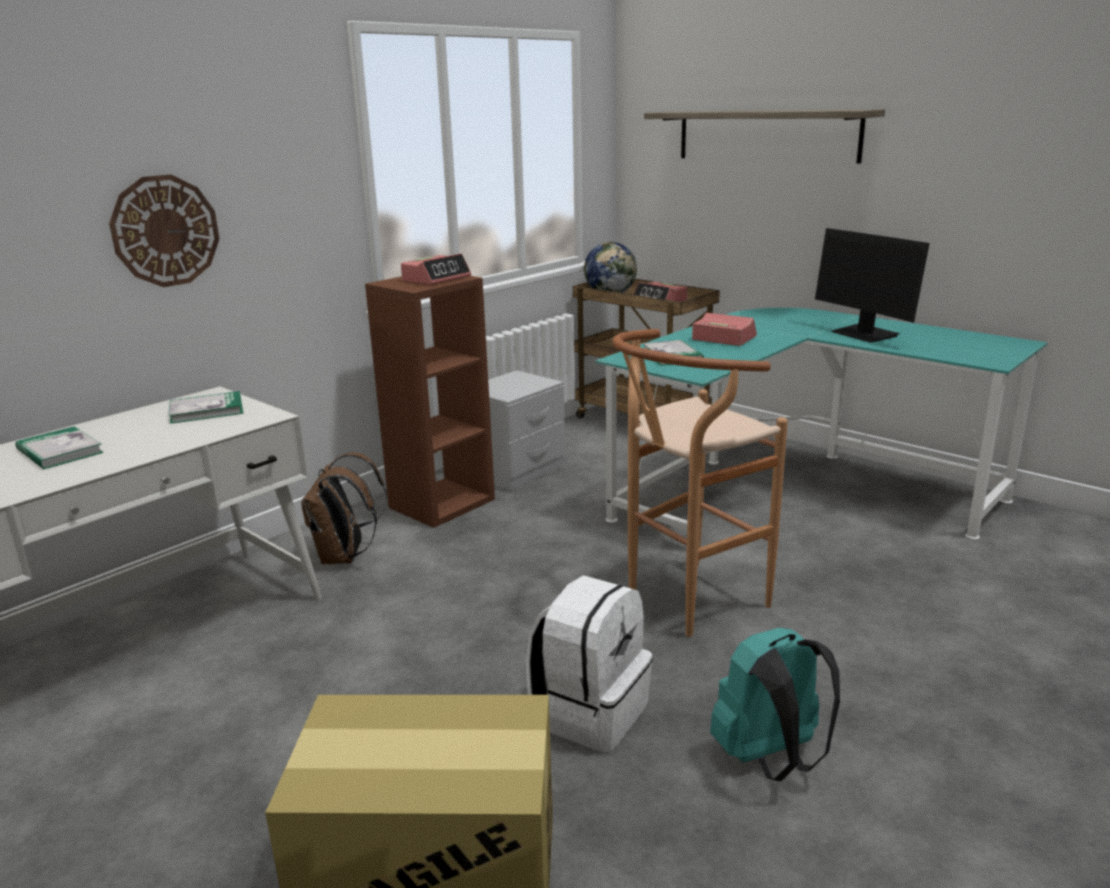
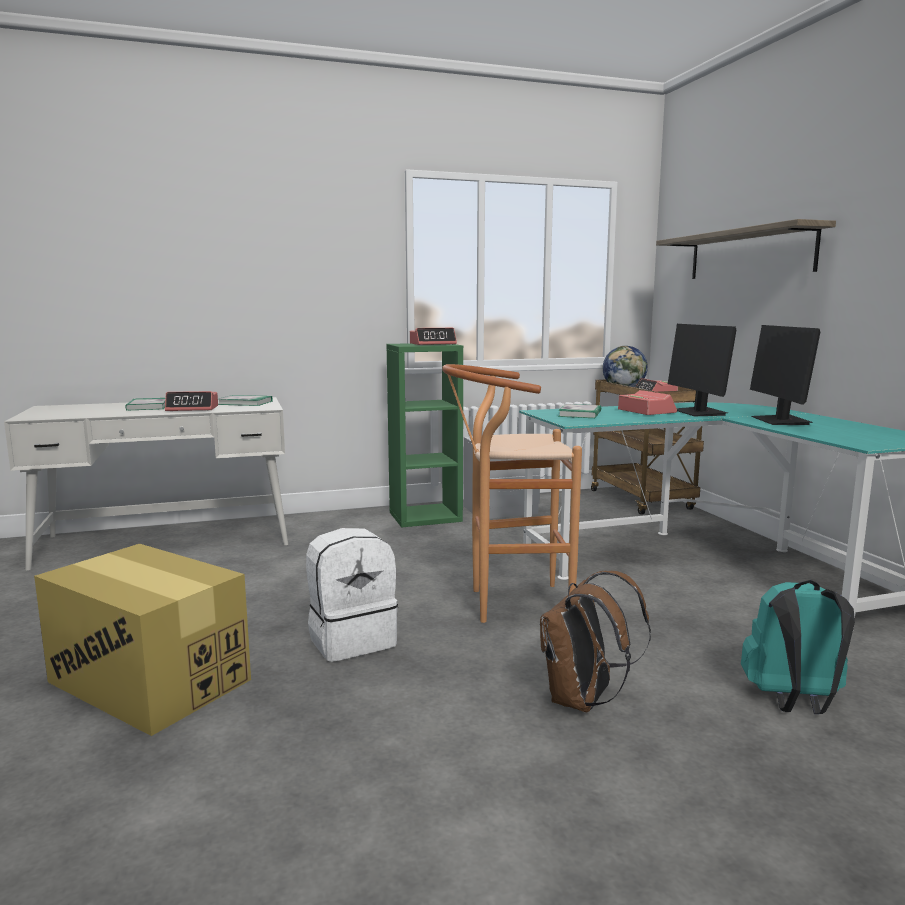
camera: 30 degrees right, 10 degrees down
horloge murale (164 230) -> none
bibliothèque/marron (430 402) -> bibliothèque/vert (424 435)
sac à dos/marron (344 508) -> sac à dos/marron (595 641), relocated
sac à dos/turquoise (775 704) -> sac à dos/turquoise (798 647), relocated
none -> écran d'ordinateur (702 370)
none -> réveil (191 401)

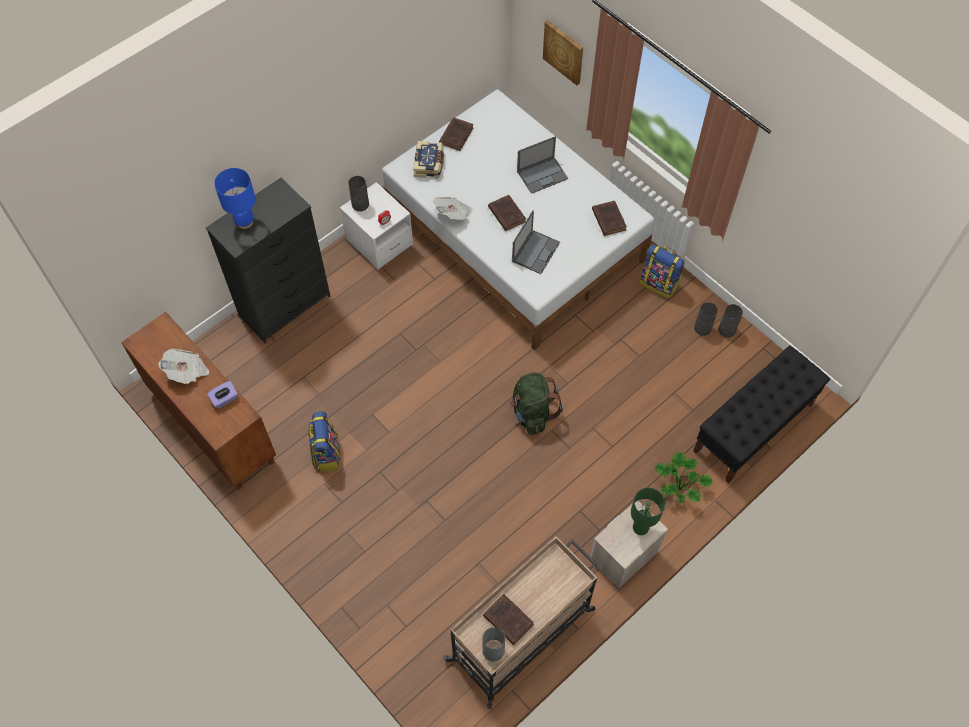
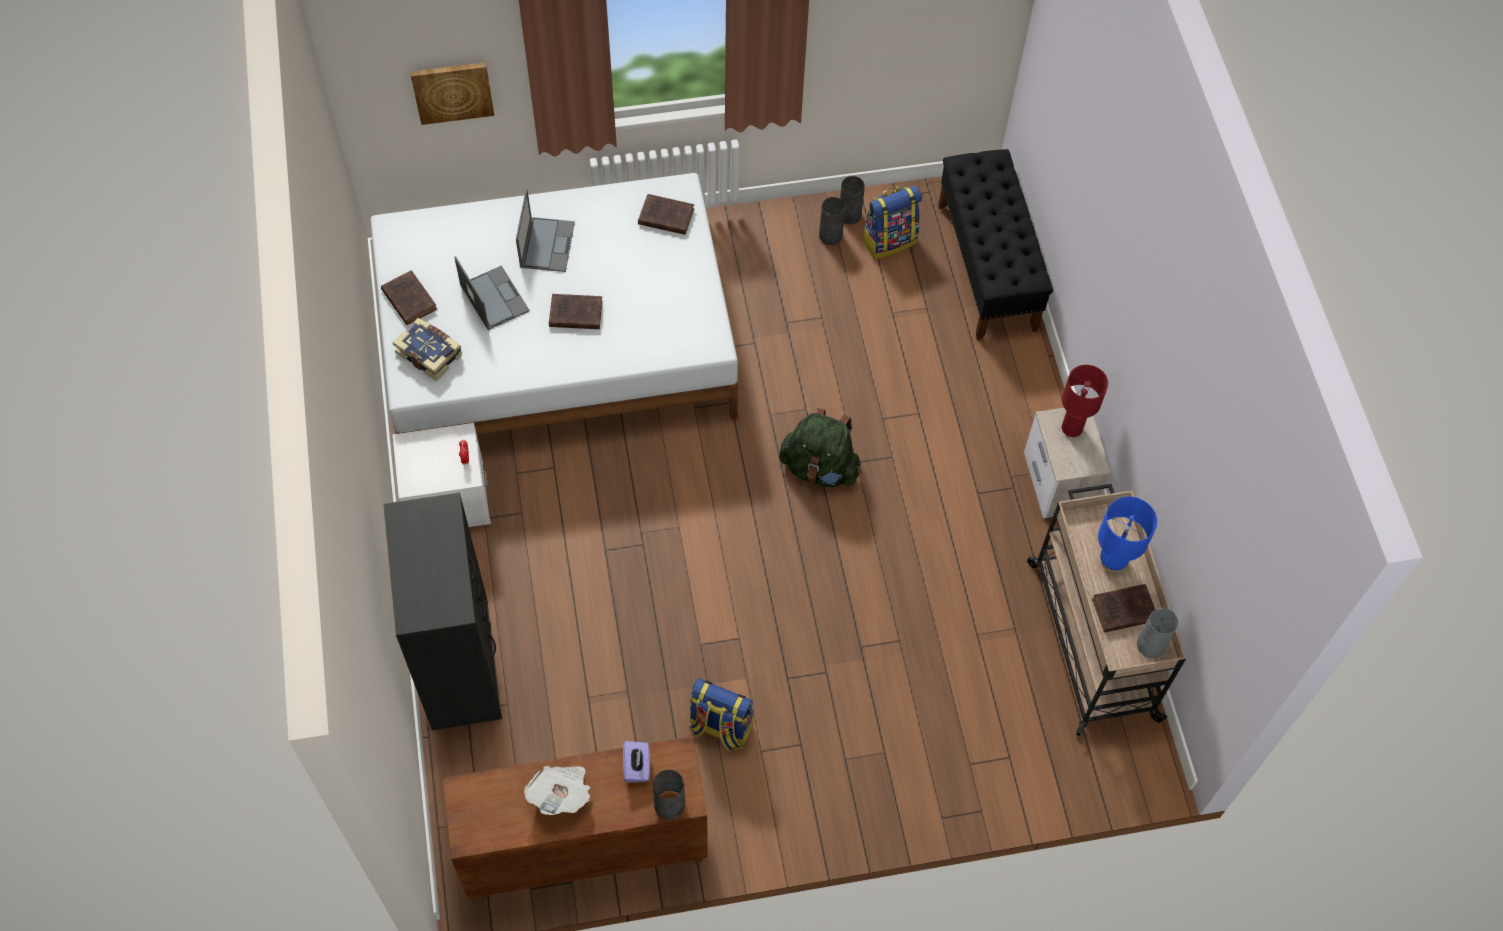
camera: 60 degrees left, 0 degrees up
lampe de table/bleu (235 198) -> lampe de table/bleu (1127 534), relocated
vase/gris (358 194) -> vase/gris (669 794), relocated
journal (453 208) -> none
ordinateur portable (536 242) -> ordinateur portable (492 293), relocated
sac à dos (662 271) -> sac à dos (892 222), relocated
plante en pot (683 477) -> none
lampe de table/vert (648 511) -> lampe de table/rouge (1085 401)

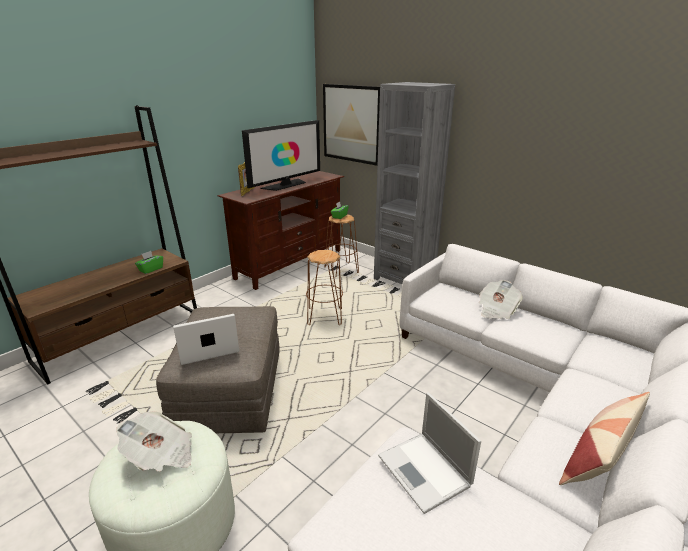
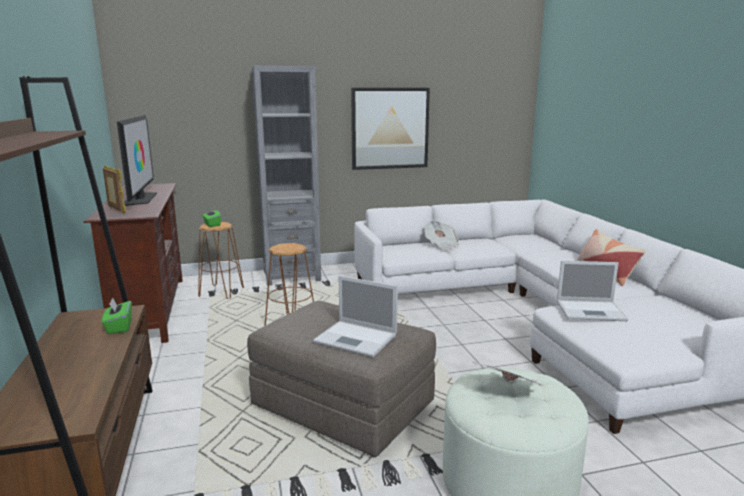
camera: 55 degrees left, 10 degrees down
tableau (351 125) -> tableau (390 129), relocated
ordinateur portable (206 339) -> ordinateur portable (355 316), 75 degrees counterclockwise

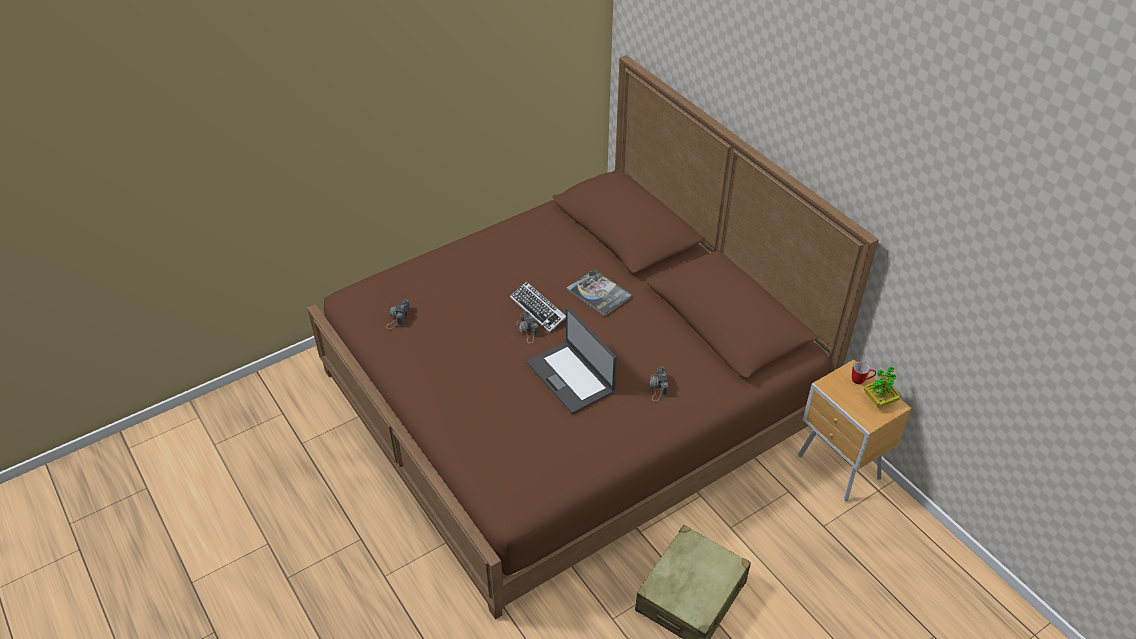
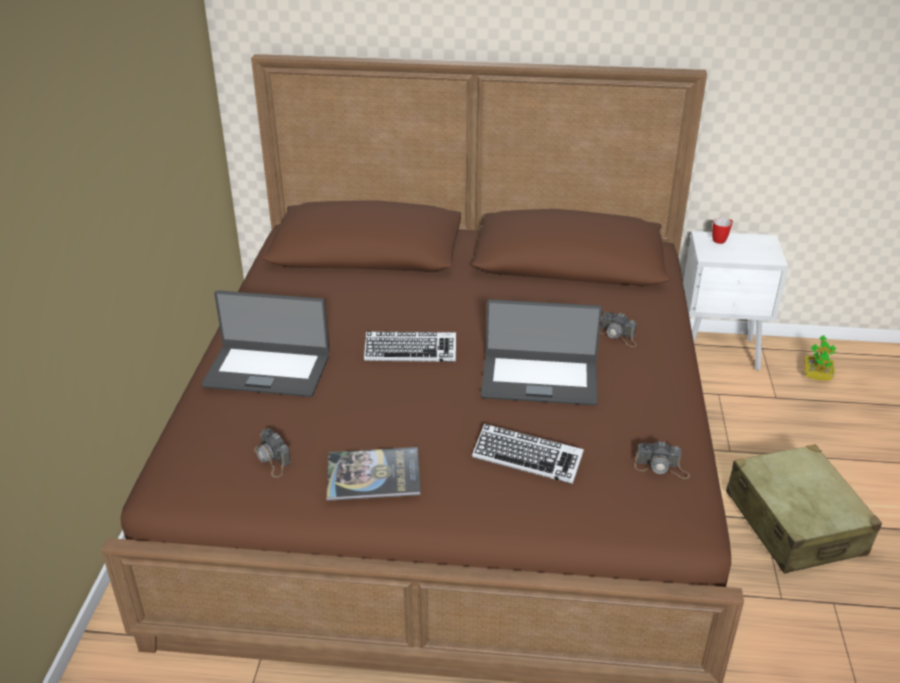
camera: 50 degrees left, 10 degrees down
livre (599 292) -> livre (373 474), relocated
appareil photo (527 327) -> appareil photo (662 460), relocated
table de chevet/marron (855 430) -> table de chevet/blanc (735 301)
plante en pot (882 387) -> plante en pot (820 358), relocated
none -> ordinateur portable (265 343)
none -> clavier (528 454)

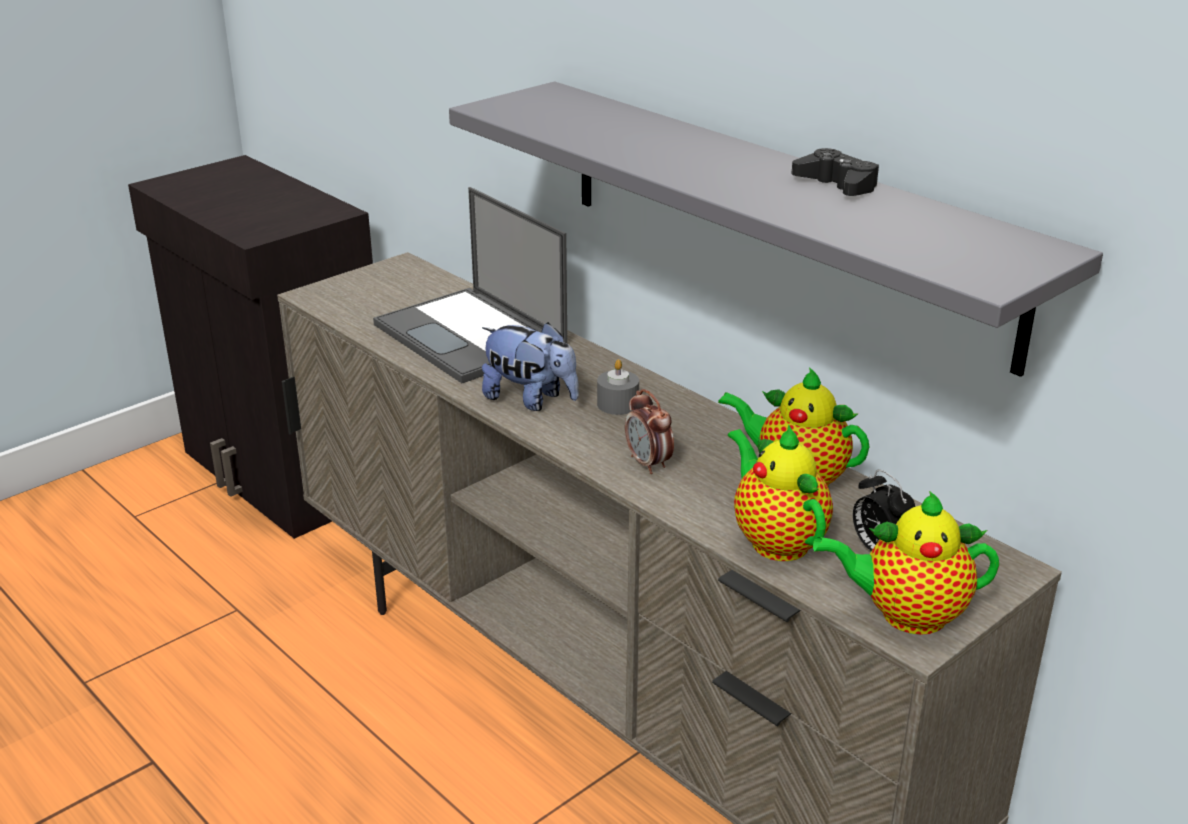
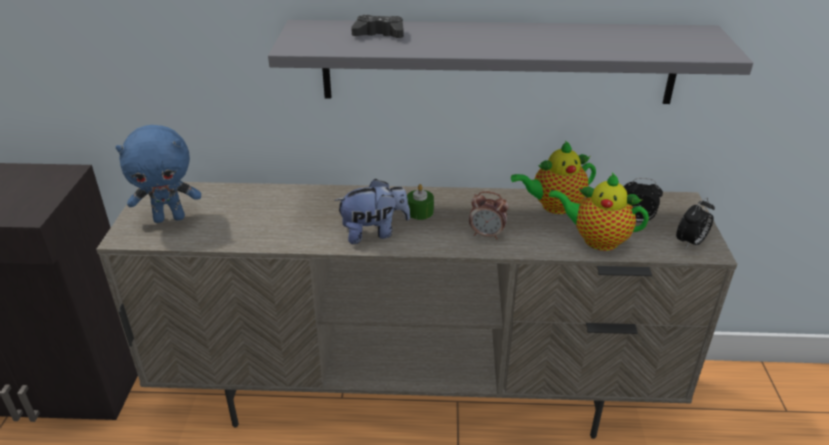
camera: 45 degrees left, 5 degrees up
manette/noir (835 172) -> manette/noir (377 26), relocated
ordinateur portable (470 285) -> none
bougie/gris (618 387) -> bougie/vert (420 202)
théière (906 563) -> réveil (695 222)
none -> peluche/bleu (158 174)

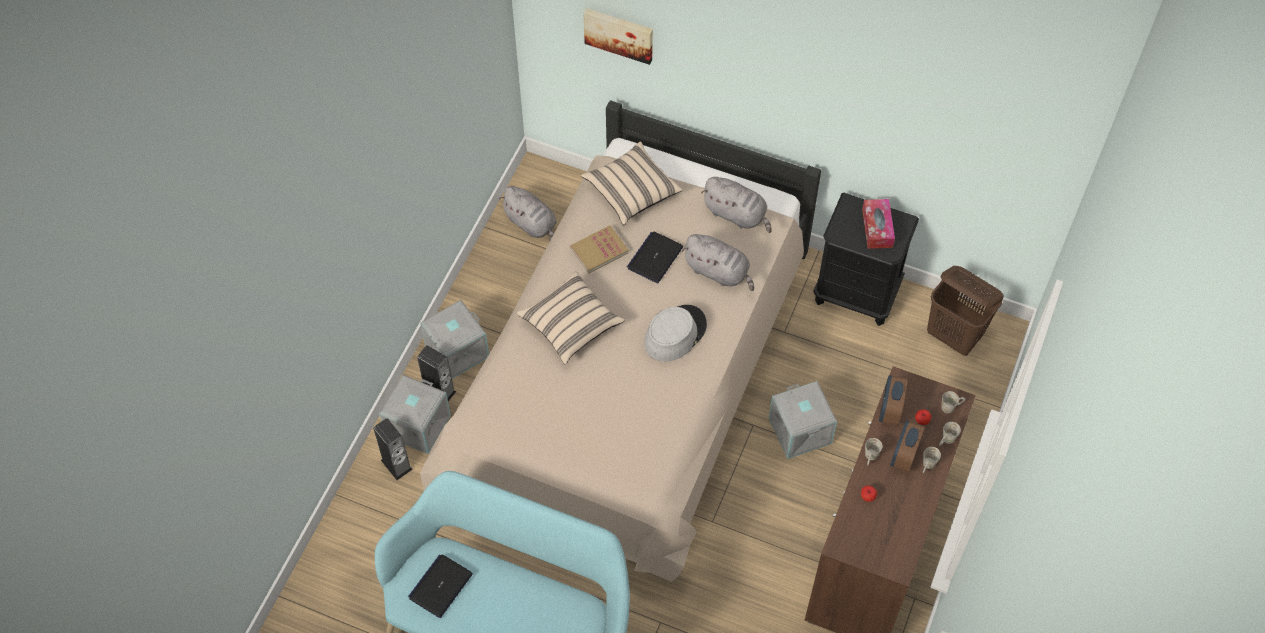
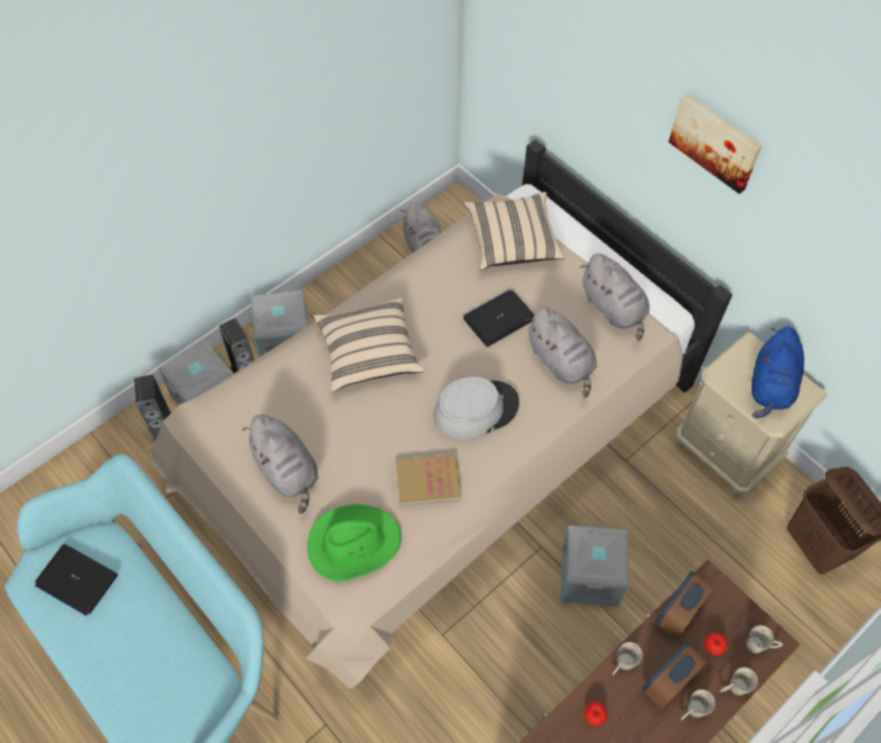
camera: 25 degrees right, 0 degrees up
tableau (618 36) -> tableau (715 144), relocated
table de chevet/noir (866 259) -> table de chevet/beige (751 415)
boîte à mouchoirs (878 224) -> peluche/bleu (778 372)
livre (599 249) -> livre (428 480), relocated
ordinateur portable (440 586) -> ordinateur portable (76 580), 120 degrees counterclockwise
none -> peluche/gris (280 464)
none -> chapeau/vert (354 543)

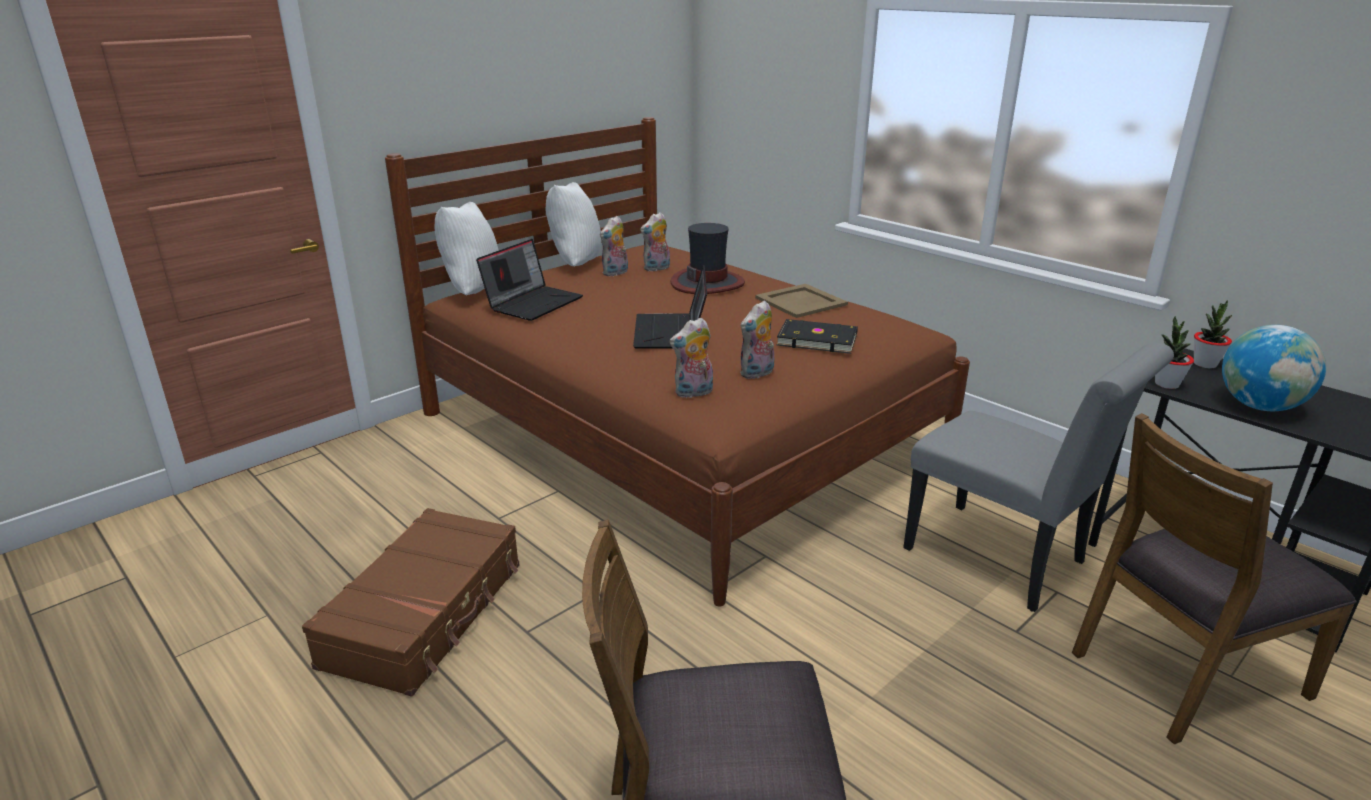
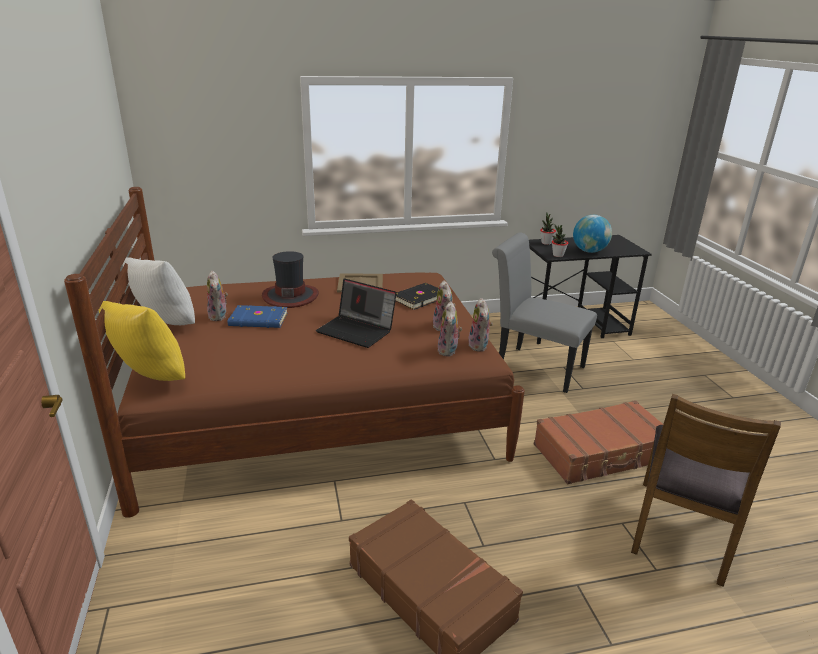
camera: 60 degrees left, 0 degrees up
coussin/blanc (466 248) -> coussin/jaune (142 341)
peluche (655 241) -> peluche (480 325), relocated
ordinateur portable (529 280) -> none
chaise/gris (1038 477) -> chaise/gris (544 313), 135 degrees counterclockwise
chaise/marron (1214 578) -> none
none -> livre/bleu (258 316)
none -> valise/marron (598 442)

